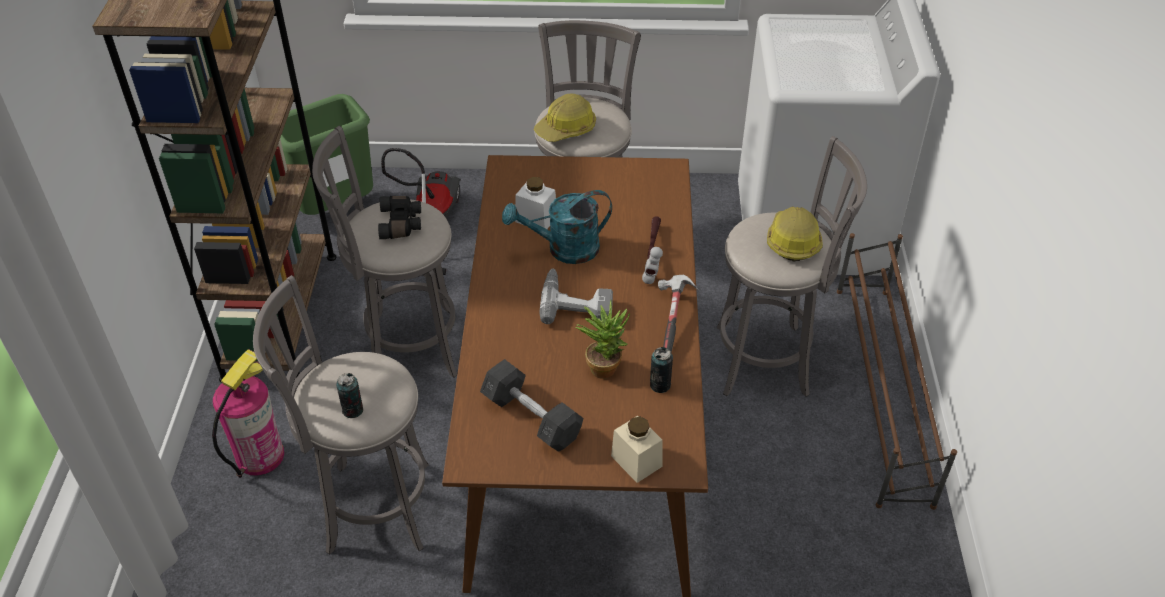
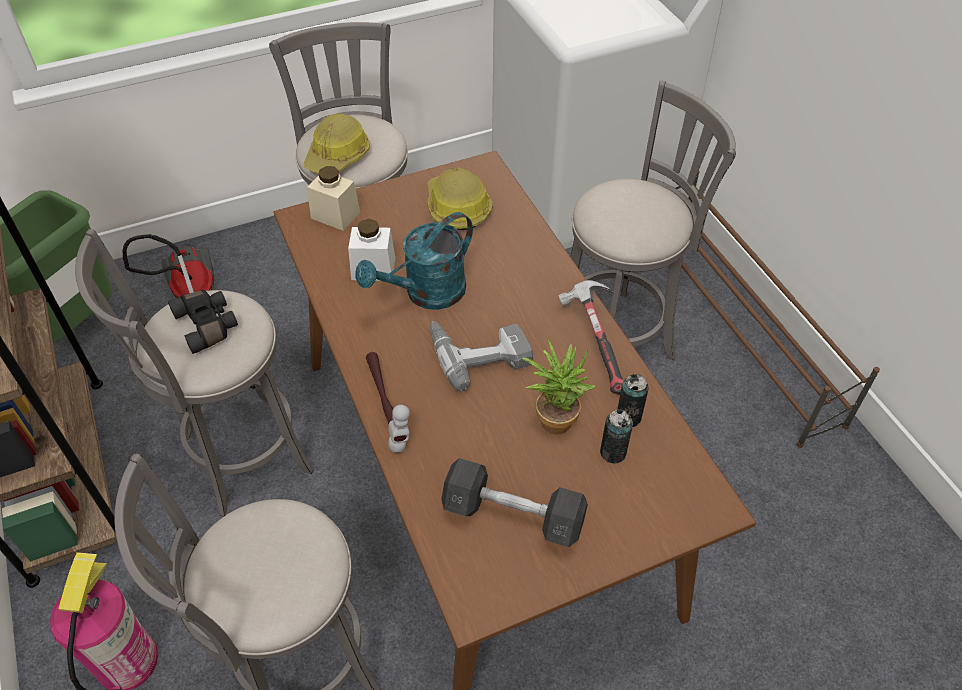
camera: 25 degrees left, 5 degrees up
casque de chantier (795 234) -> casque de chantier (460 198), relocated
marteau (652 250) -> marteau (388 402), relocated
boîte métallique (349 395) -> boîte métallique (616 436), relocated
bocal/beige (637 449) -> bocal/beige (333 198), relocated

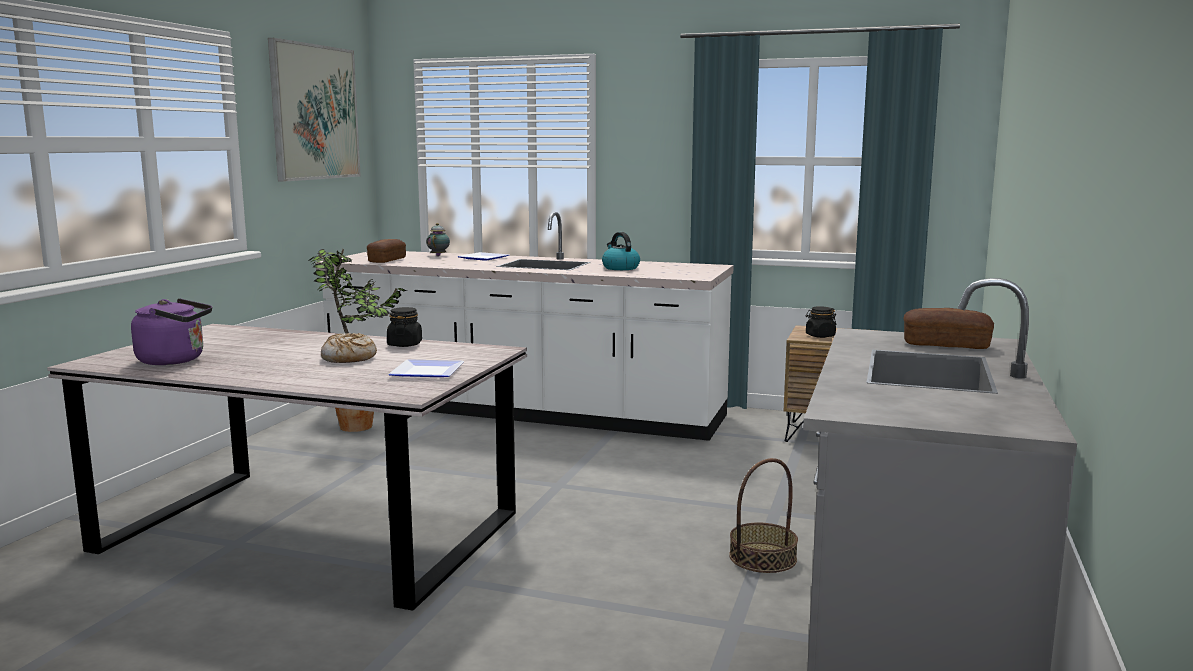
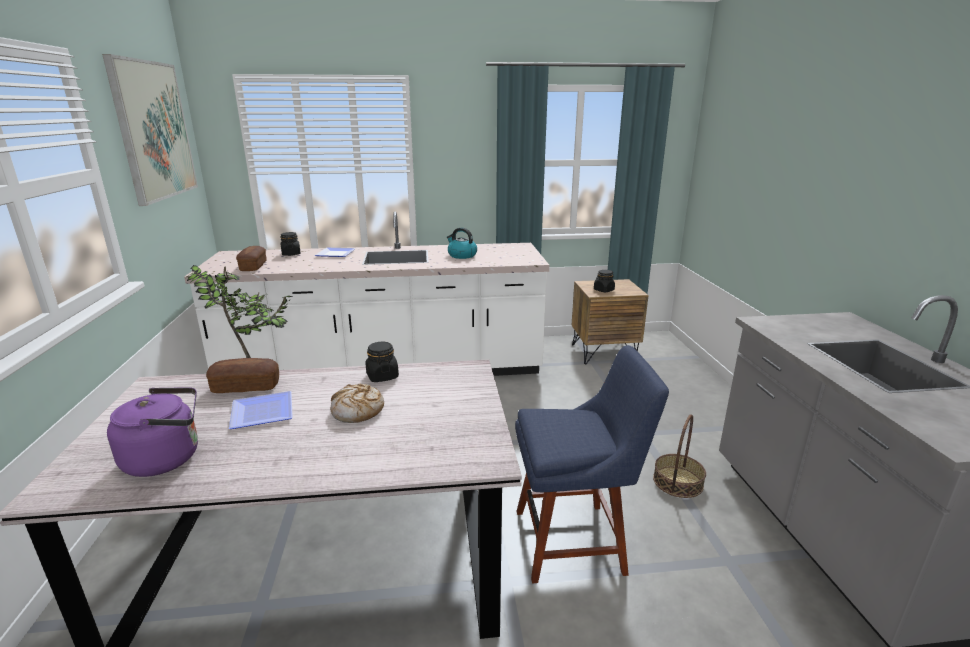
camera: 25 degrees left, 10 degrees up
théière (438 239) -> bocal/noir (290 244)
pain (949 328) -> pain (242 375), relocated
assiette (426 368) -> assiette (261 410), relocated
none -> chaise/bleu (592 464)

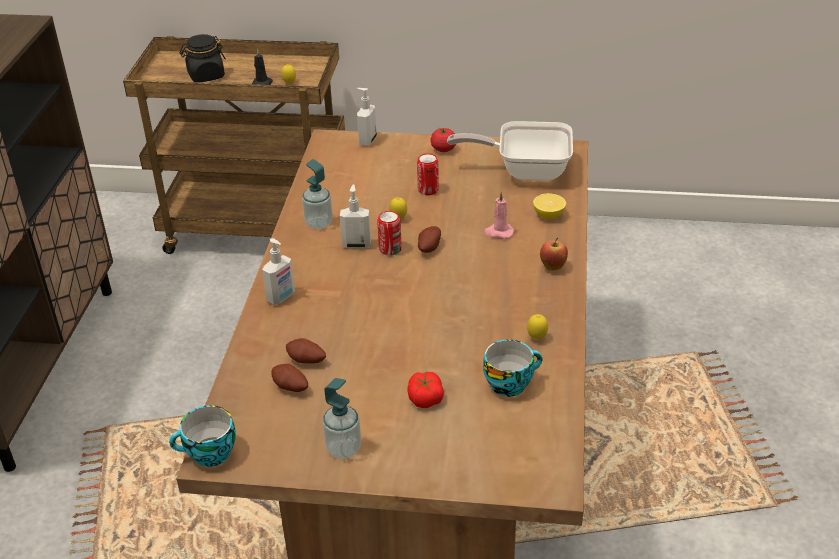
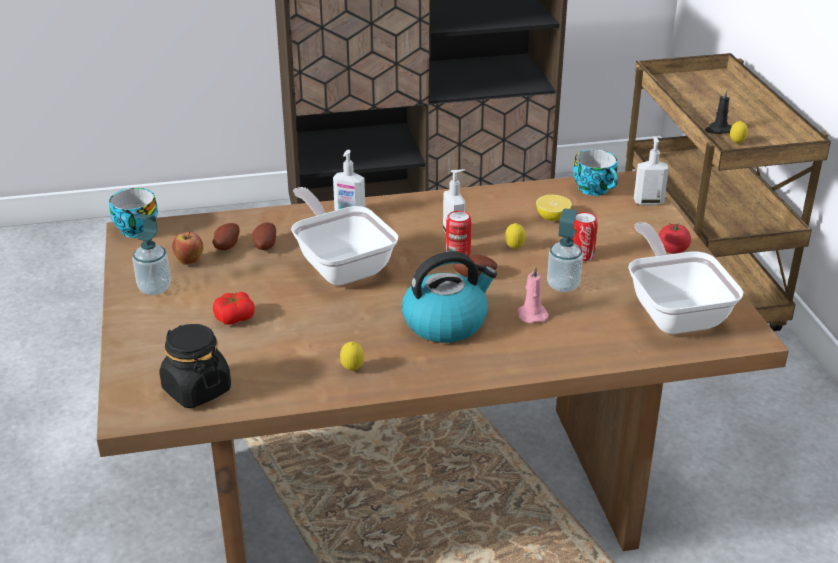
camera: 70 degrees right, 5 degrees down
bocal/noir (203 58) -> bocal/noir (195 366), relocated
distributeur de savon (317 194) -> distributeur de savon (565 250), relocated
citron (549 206) -> citron (554 208), relocated
pomme (554 254) -> pomme (187 248), relocated
tasse (512 368) -> tasse (595 172), relocated
none -> poêle (344 236)
none -> bouilloire (449 297)

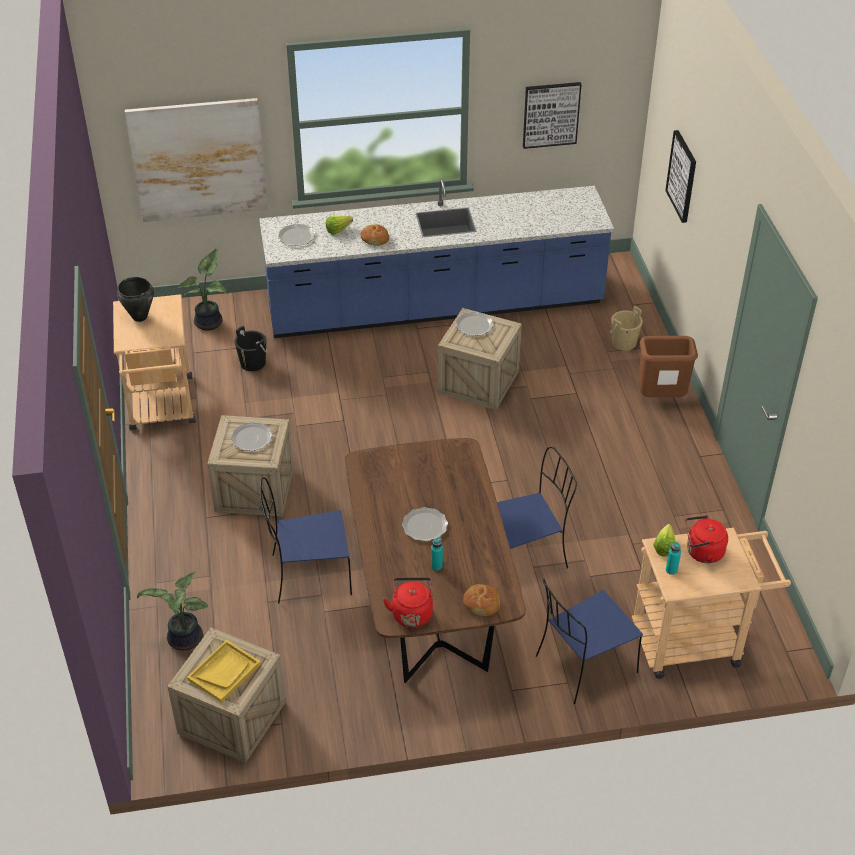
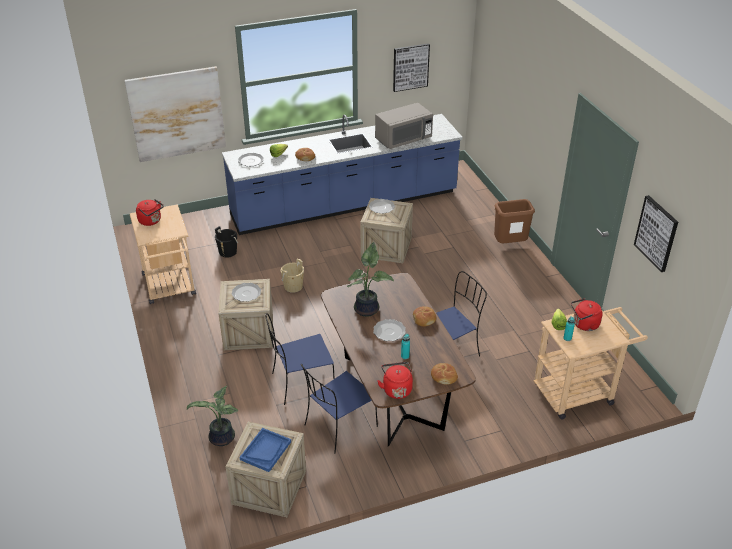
camera: 10 degrees left, 5 degrees down
tableau (680 176) -> tableau (656 233), relocated
plante en pot (203 289) -> plante en pot (370 279), relocated
marmite/noir (135 299) -> bouilloire/rouge (150 212)
seau/beige (626 328) -> seau/beige (292 276), relocated
chaise/bleu (589 641) -> chaise/bleu (339 408), relocated
plateau/jaune (224 671) -> plateau/bleu (265 450)
none -> micro-ondes/gris (404 126)
none -> pain (424 316)

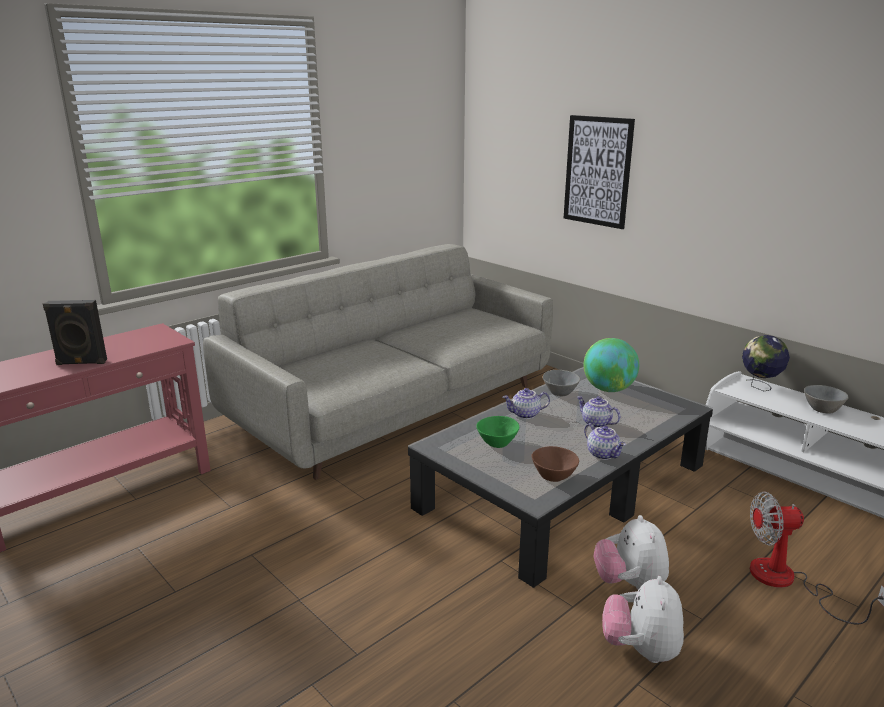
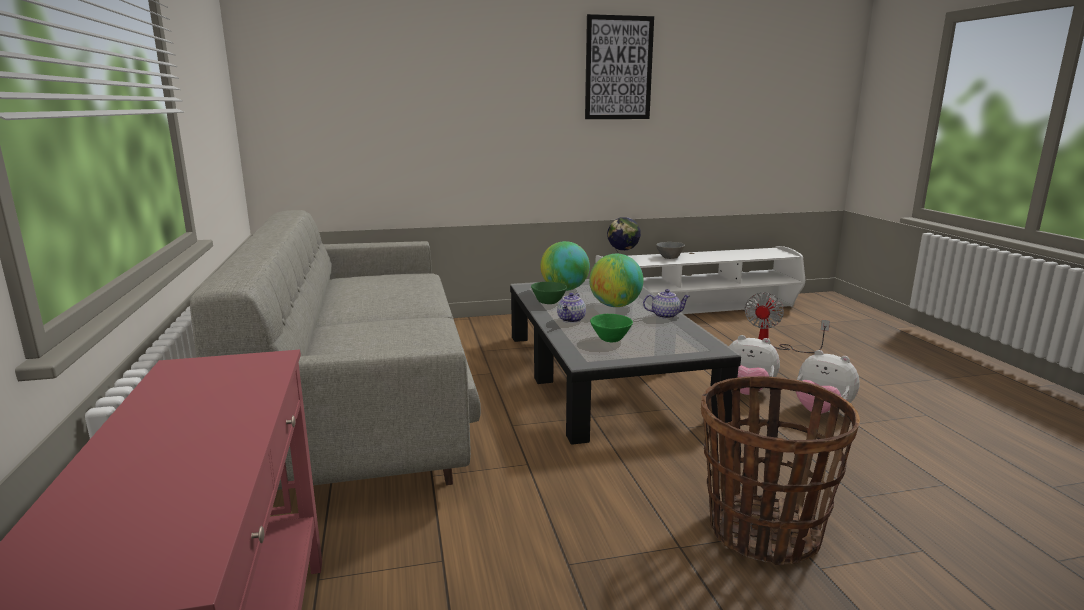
camera: 60 degrees left, 5 degrees down
tableau (599 172) -> tableau (619 66), relocated
enceinte/noir (75 332) -> none
bol/gris (561 383) -> bol/vert (549 293)
théière (599 412) -> globe (616 280)
bol/marron (555 464) -> none
none -> panier (780 470)

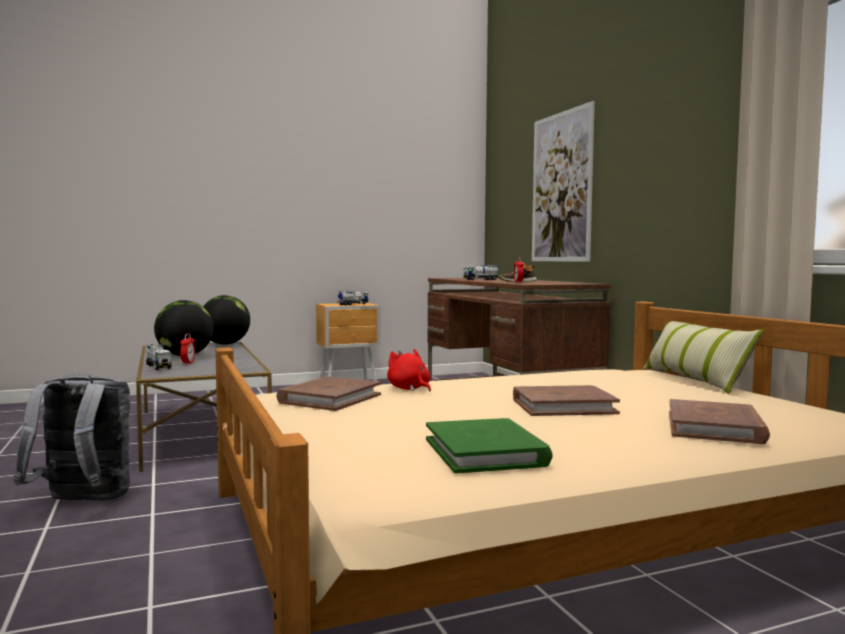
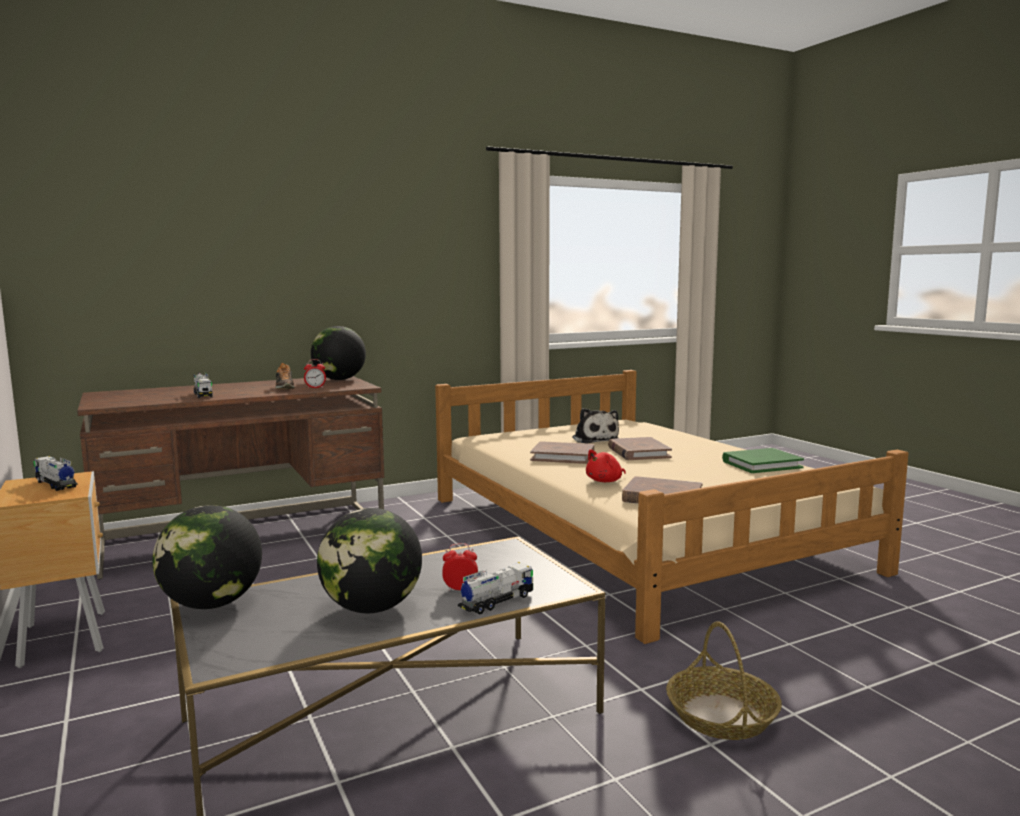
camera: 95 degrees left, 5 degrees up
tableau (563 181) -> none
coussin (703 357) -> none
sac à dos/gris (72 437) -> panier (724 681)
livre/marron (719 421) -> livre/marron (562 452), relocated
none -> globe (338 353)
none -> peluche (595 426)

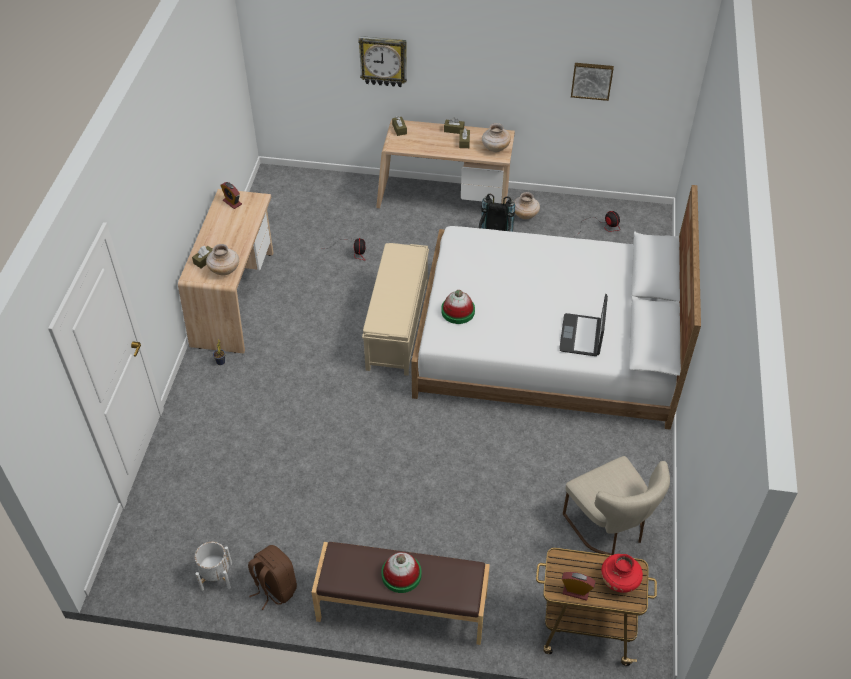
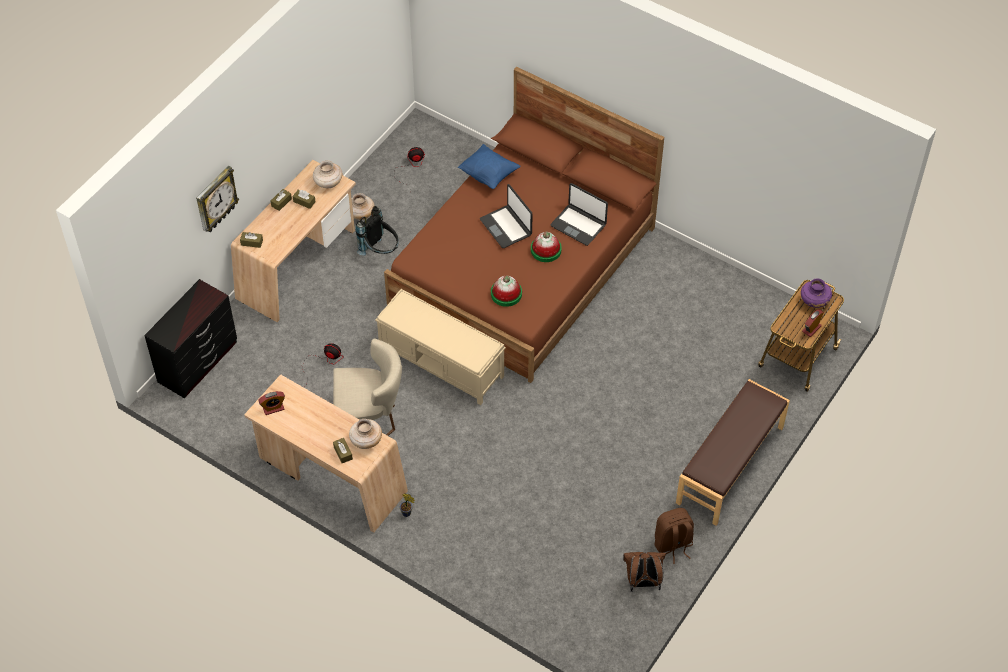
camera: 65 degrees left, 5 degrees up
tableau (592 82) -> none
lit/blanc (556 307) -> lit/marron (524 225)
chaise/beige (616 505) -> chaise/beige (367 387), relocated
cache-pot/blanc (213 566) -> sac à dos/marron (644 572)
chapeau (401 572) -> chapeau (546 247), relocated
vase/rouge (622 573) -> vase/violet (816 293)
none -> coussin/bleu (489 166)
none -> ordinateur portable (506 216)
none -> commode/noir (190 338)

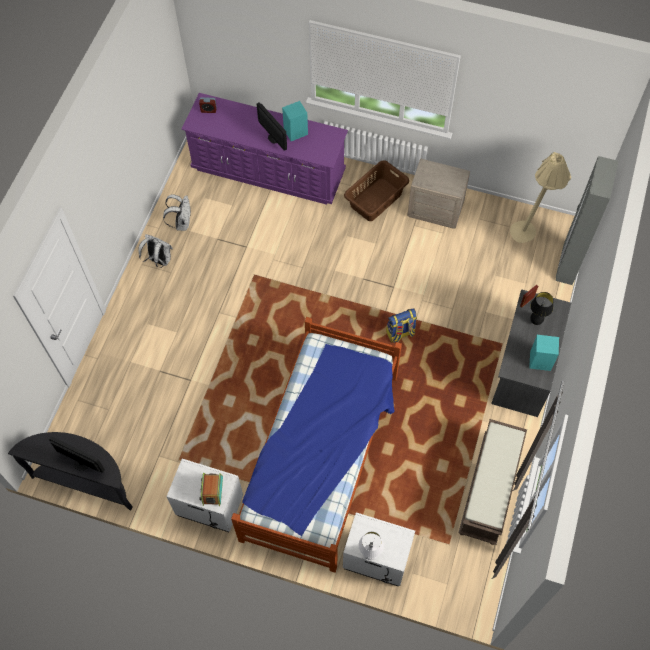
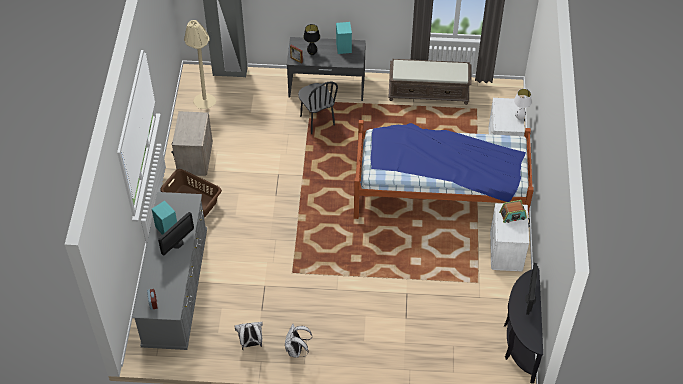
camera: 105 degrees left, 10 degrees down
commode/violet (265 149) -> commode/gris (169 271)
sac à dos (401 325) -> none
none -> chaise/noir (318 108)

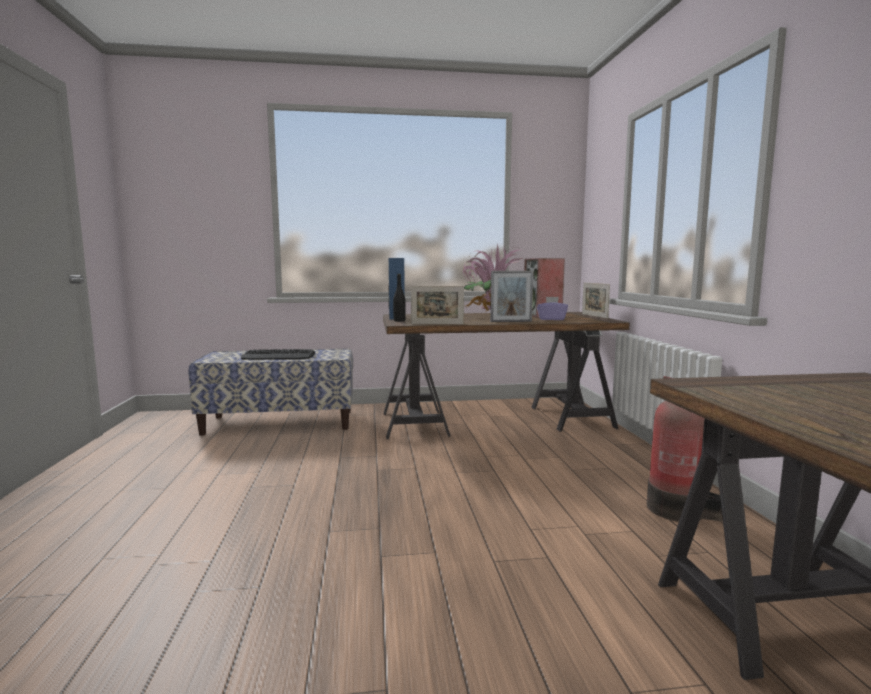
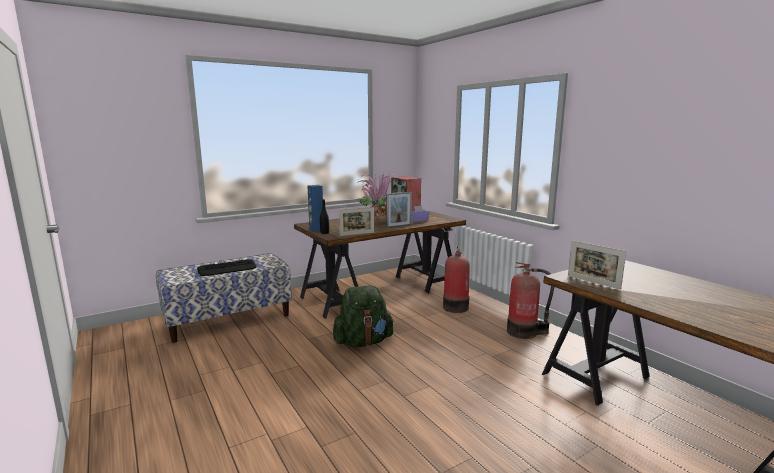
camera: 25 degrees left, 5 degrees up
cadre photo (596 300) -> cadre photo (597 265), relocated
none -> extincteur (456 280)
none -> sac à dos/vert (363 316)

